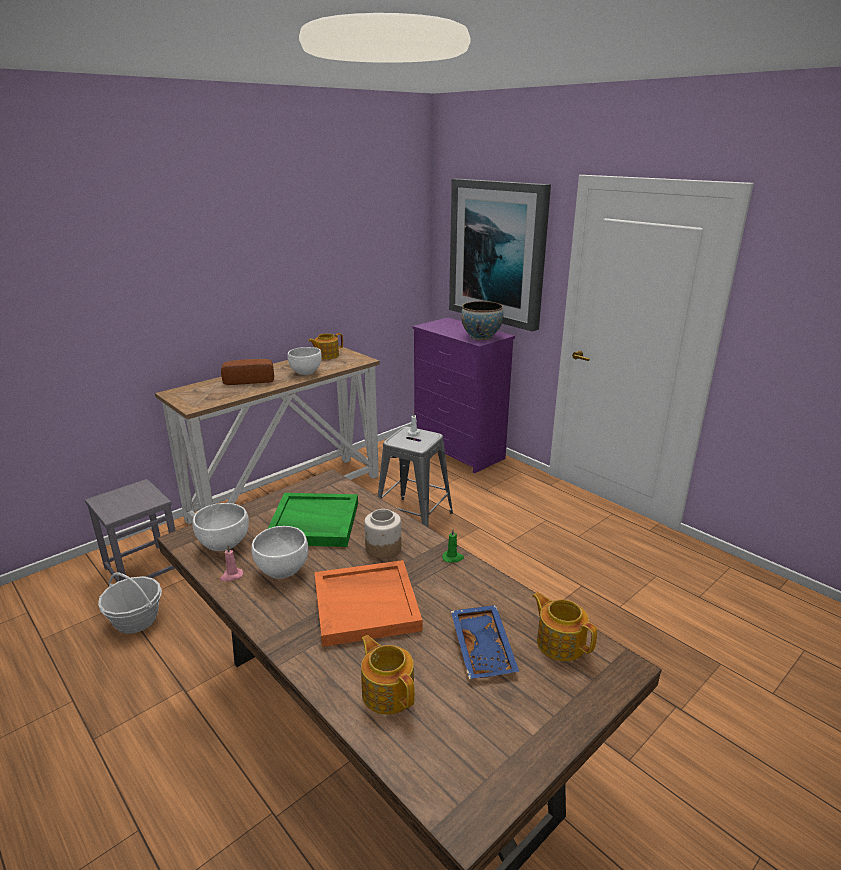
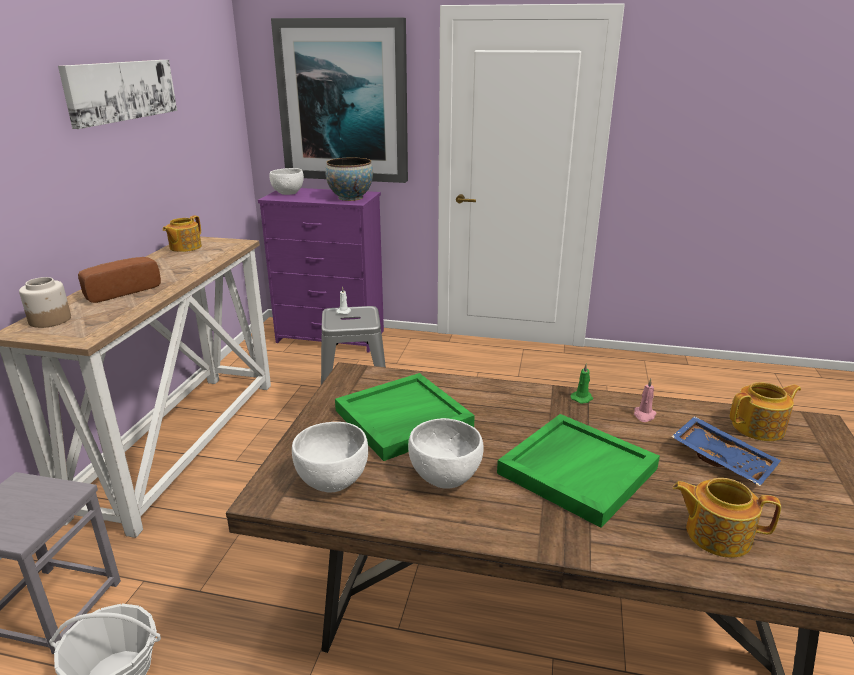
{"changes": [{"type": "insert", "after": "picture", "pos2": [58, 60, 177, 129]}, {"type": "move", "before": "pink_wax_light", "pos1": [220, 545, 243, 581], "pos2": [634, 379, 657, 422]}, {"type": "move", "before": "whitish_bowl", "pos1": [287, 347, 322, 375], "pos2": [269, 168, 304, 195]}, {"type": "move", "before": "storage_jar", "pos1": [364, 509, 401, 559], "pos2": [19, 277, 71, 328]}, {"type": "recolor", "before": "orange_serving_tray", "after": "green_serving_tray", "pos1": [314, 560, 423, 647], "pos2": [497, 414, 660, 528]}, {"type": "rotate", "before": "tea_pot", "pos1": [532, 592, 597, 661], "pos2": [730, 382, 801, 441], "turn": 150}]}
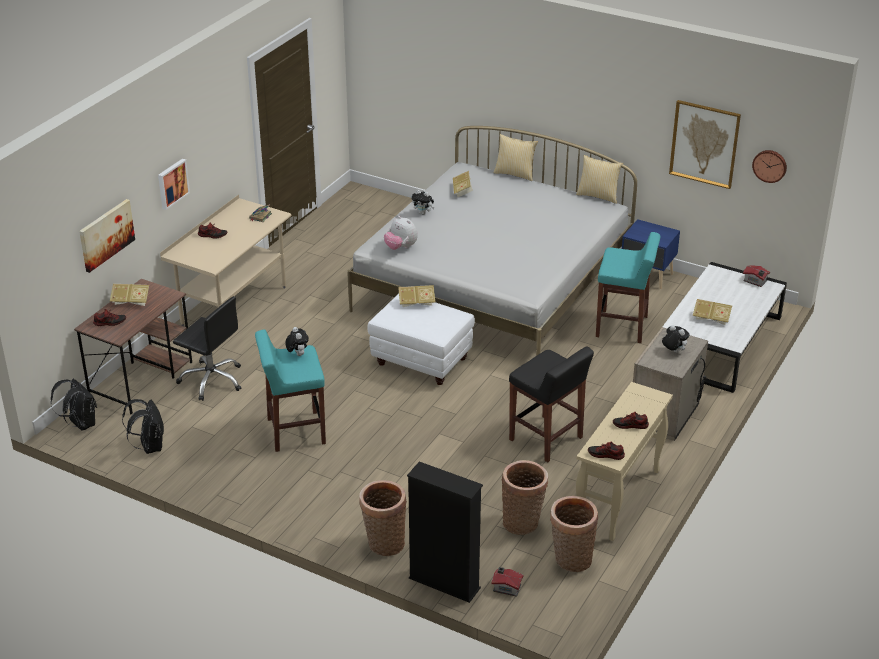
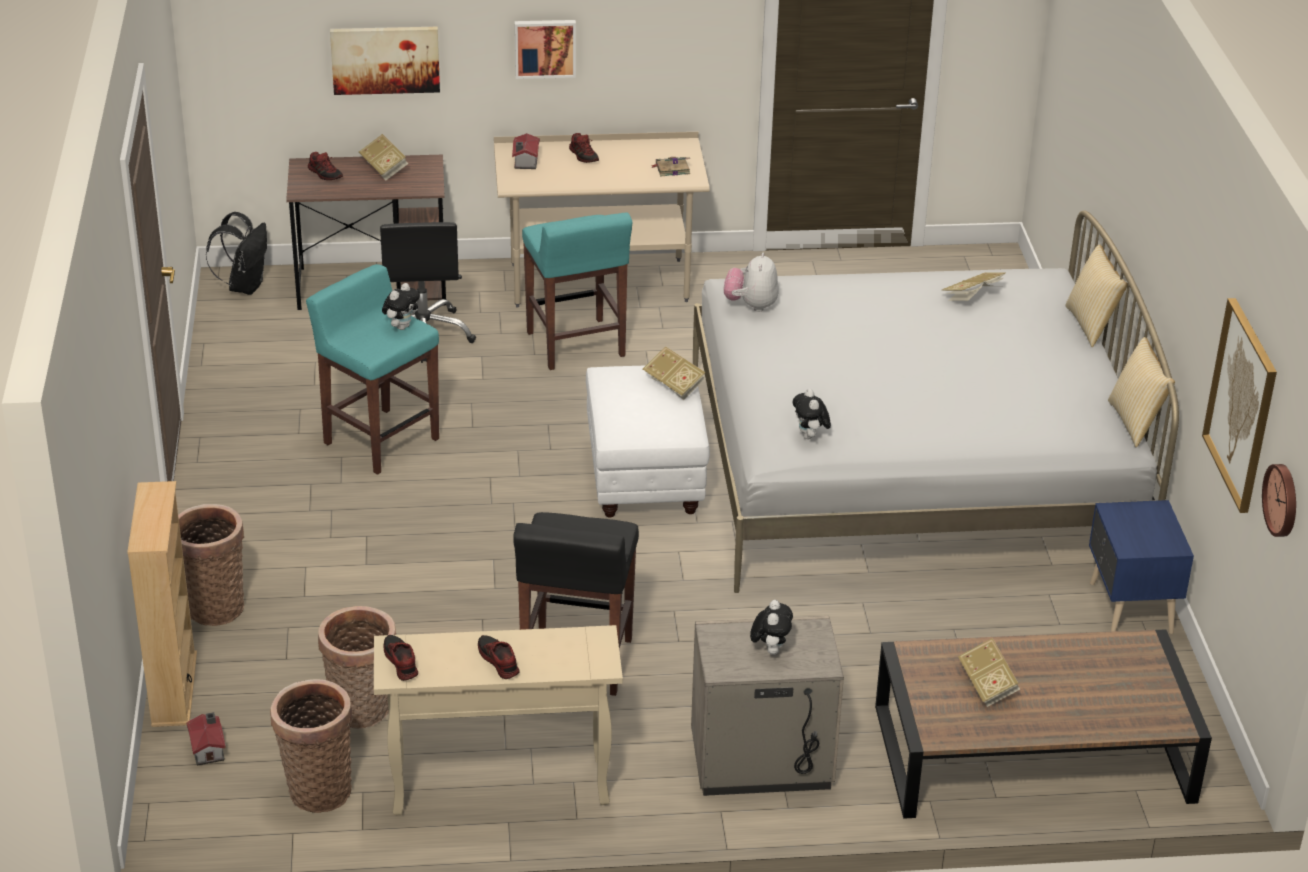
{"changes": [{"type": "delete", "before": "black-coloured_knapsack", "pos1": [122, 399, 164, 454]}, {"type": "move", "before": "soft_toy", "pos1": [411, 190, 434, 215], "pos2": [793, 389, 831, 439]}, {"type": "move", "before": "blue-green_sitting_stool", "pos1": [596, 232, 660, 343], "pos2": [522, 213, 633, 370]}, {"type": "move", "before": "model_house", "pos1": [743, 265, 770, 287], "pos2": [512, 133, 540, 169]}, {"type": "recolor", "before": "black-coloured_bookshelf", "after": "beige-coloured_bookshelf", "pos1": [407, 462, 483, 603], "pos2": [127, 481, 197, 727]}, {"type": "recolor", "before": "whitish_coffee_table", "after": "brown-coloured_coffee_table", "pos1": [662, 262, 787, 393], "pos2": [875, 629, 1212, 819]}]}
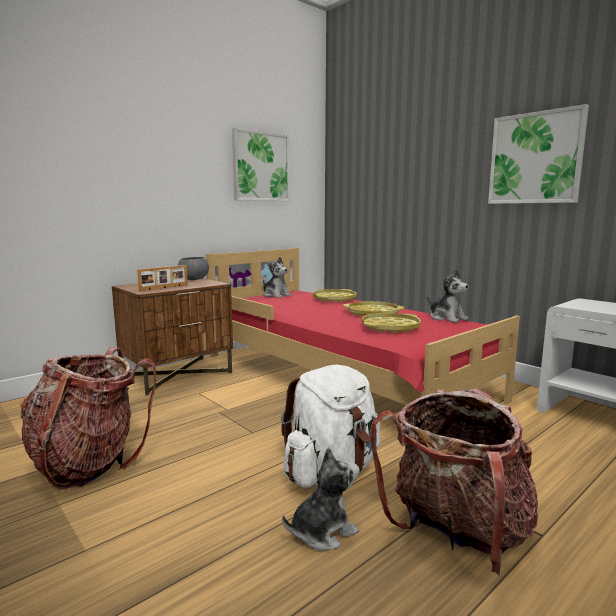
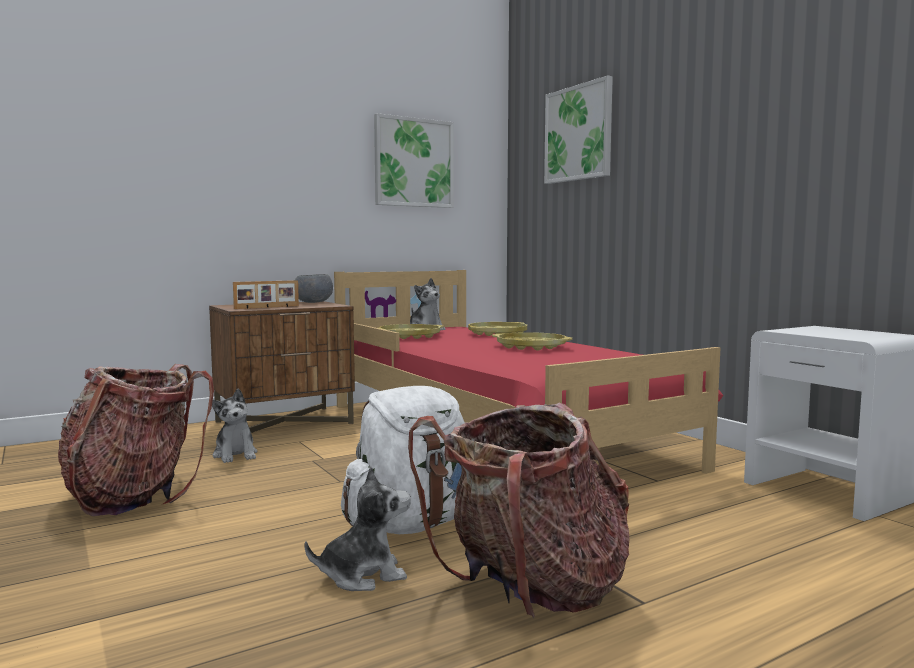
{"changes": [{"type": "move", "before": "yellowish_serving_tray", "pos1": [362, 313, 421, 334], "pos2": [379, 324, 444, 339]}, {"type": "move", "before": "soft_toy", "pos1": [427, 269, 469, 323], "pos2": [212, 388, 258, 463]}, {"type": "move", "before": "picture", "pos1": [488, 104, 589, 204], "pos2": [544, 75, 613, 184]}]}
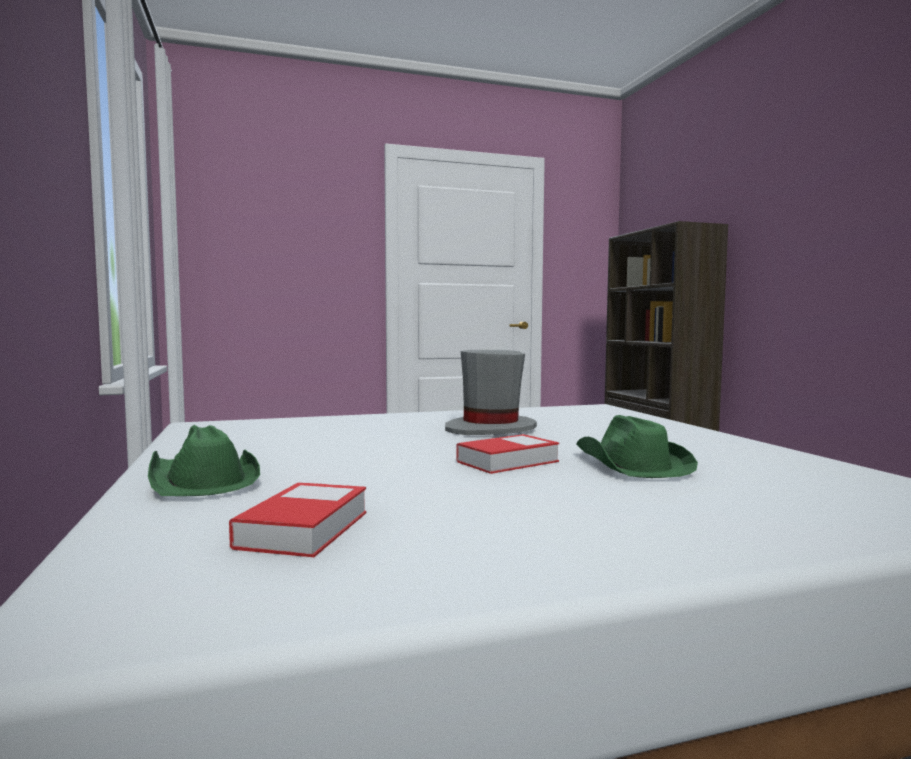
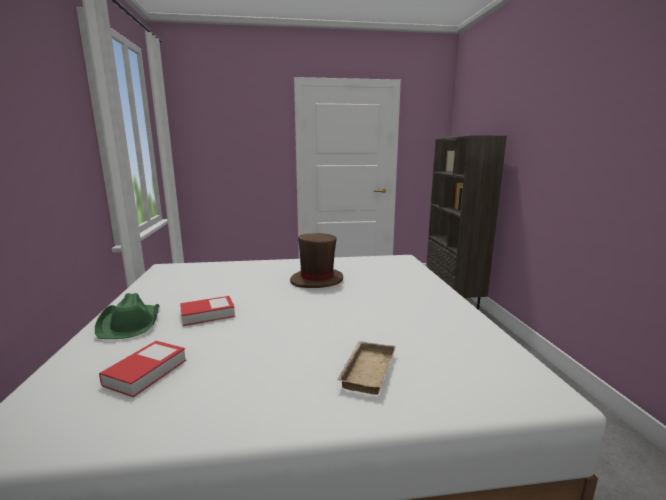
{"changes": [{"type": "delete", "before": "green_hat", "pos1": [576, 415, 698, 478]}, {"type": "insert", "after": "beige-coloured_serving_tray", "pos2": [337, 341, 396, 395]}, {"type": "move", "before": "book", "pos1": [457, 434, 559, 474], "pos2": [180, 296, 235, 326]}, {"type": "recolor", "before": "greyish_hat", "after": "brown-coloured_hat", "pos1": [445, 350, 537, 435], "pos2": [290, 233, 343, 288]}]}
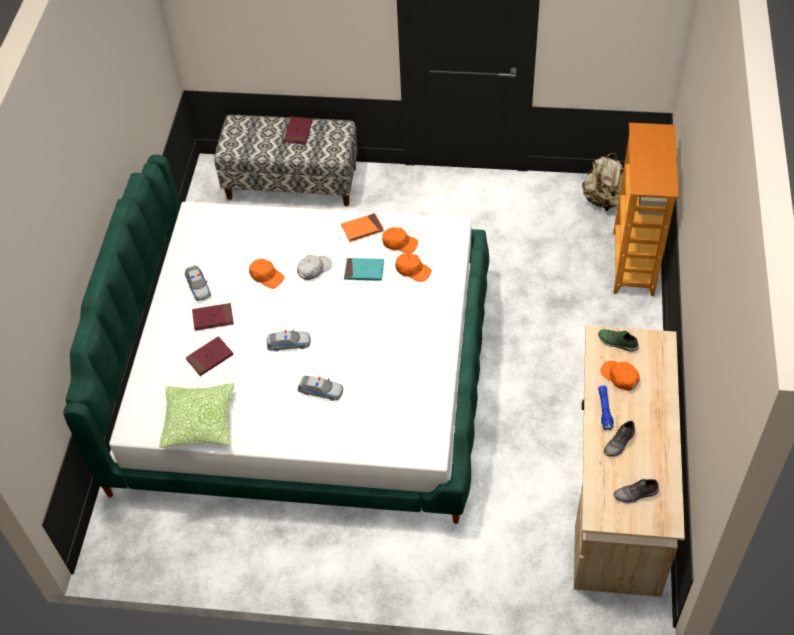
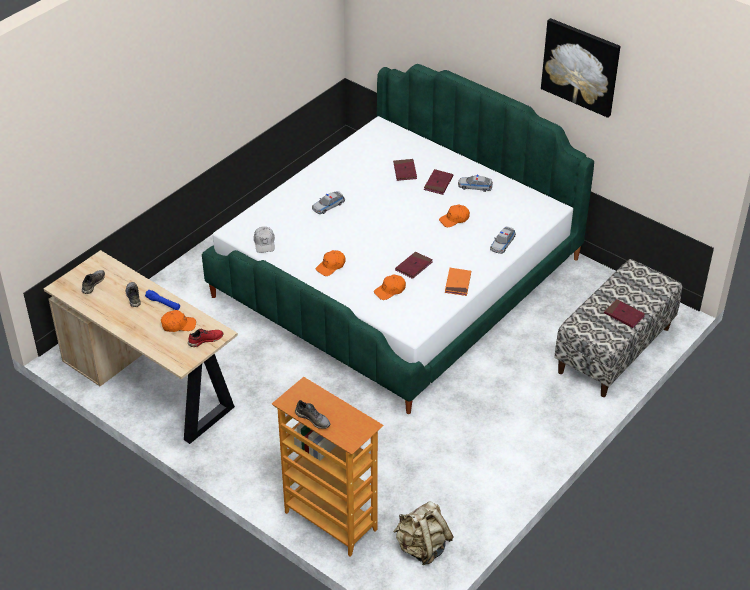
{"changes": [{"type": "delete", "before": "throw_pillow", "pos1": [159, 383, 234, 448]}, {"type": "insert", "after": "greyish_low_shoe", "pos2": [295, 400, 330, 429]}, {"type": "insert", "after": "picture", "pos2": [541, 18, 620, 118]}, {"type": "move", "before": "miniature_car", "pos1": [267, 329, 311, 351], "pos2": [490, 226, 516, 254]}, {"type": "move", "before": "whitish_baseball_cap", "pos1": [297, 255, 332, 280], "pos2": [254, 226, 275, 253]}, {"type": "move", "before": "orange_baseball_cap", "pos1": [382, 227, 418, 253], "pos2": [316, 250, 346, 276]}, {"type": "recolor", "before": "blue-green_book", "after": "red-coloured_book", "pos1": [344, 258, 384, 281], "pos2": [395, 252, 432, 279]}, {"type": "recolor", "before": "green_low_shoe", "after": "red-coloured_low_shoe", "pos1": [598, 329, 639, 352], "pos2": [188, 329, 223, 347]}]}
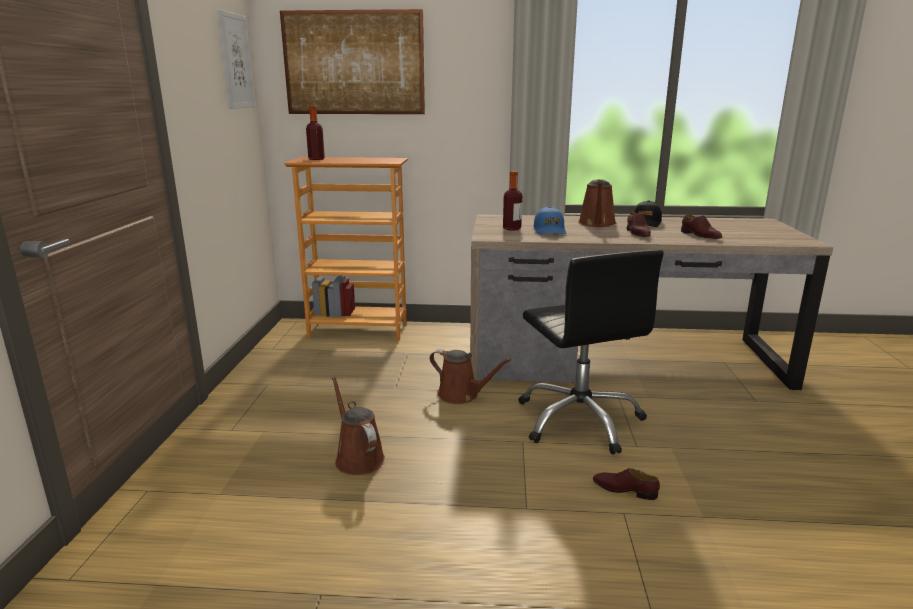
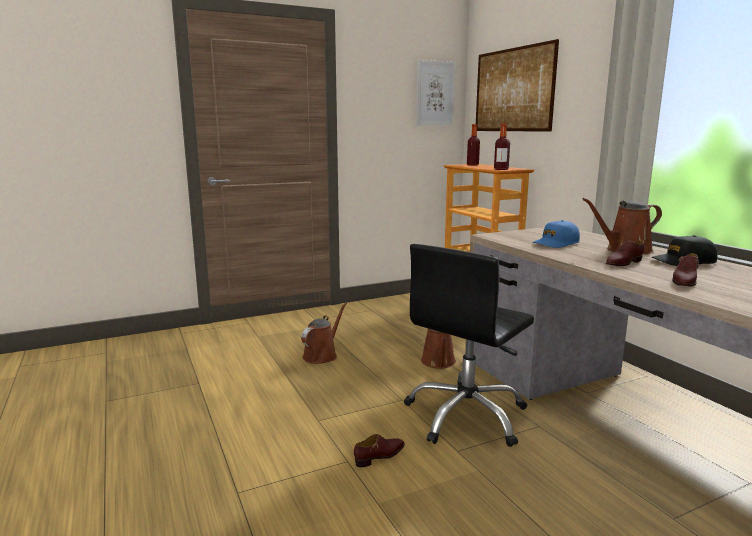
{"changes": [{"type": "move", "before": "drink_bottle", "pos1": [503, 171, 522, 231], "pos2": [494, 123, 510, 170]}, {"type": "rotate", "before": "brown-coloured_low_shoe", "pos1": [593, 468, 660, 500], "pos2": [354, 434, 405, 467], "turn": 60}]}
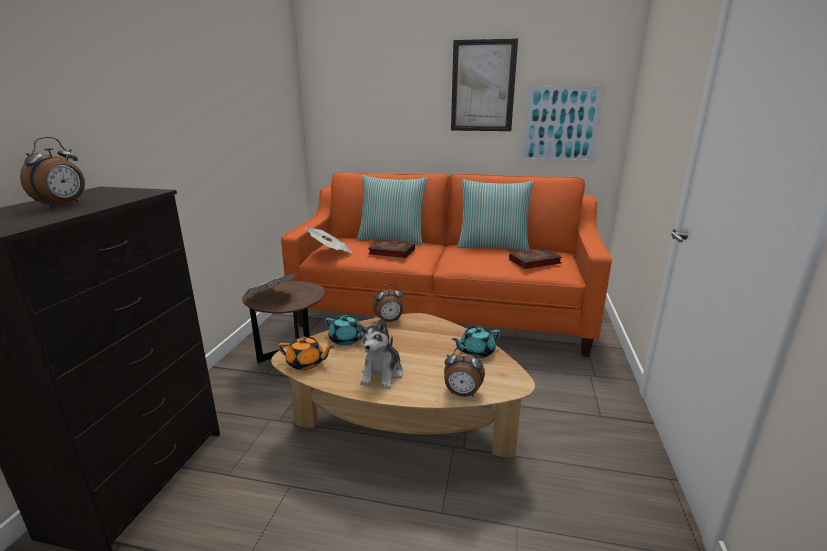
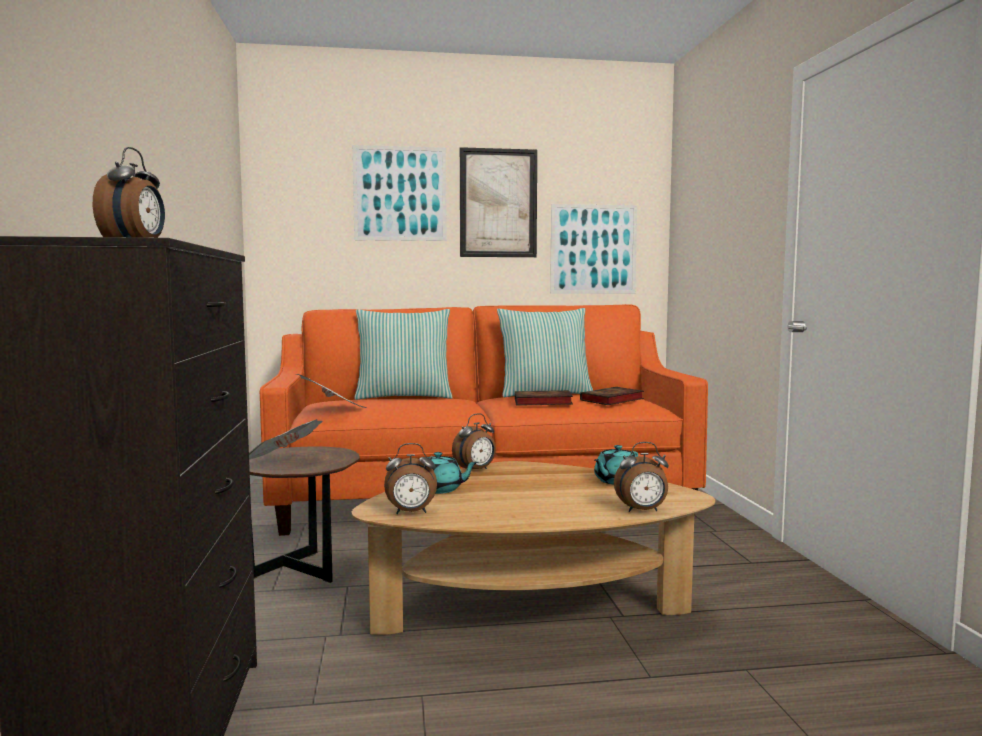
{"changes": [{"type": "delete", "before": "soft_toy", "pos1": [357, 319, 403, 389]}, {"type": "insert", "after": "picture", "pos2": [352, 145, 447, 241]}, {"type": "move", "before": "book", "pos1": [368, 241, 415, 258], "pos2": [515, 390, 573, 406]}, {"type": "replace", "before": "orange_tea_pot", "after": "alarm_clock", "pos1": [278, 337, 334, 370], "pos2": [384, 443, 437, 514]}]}
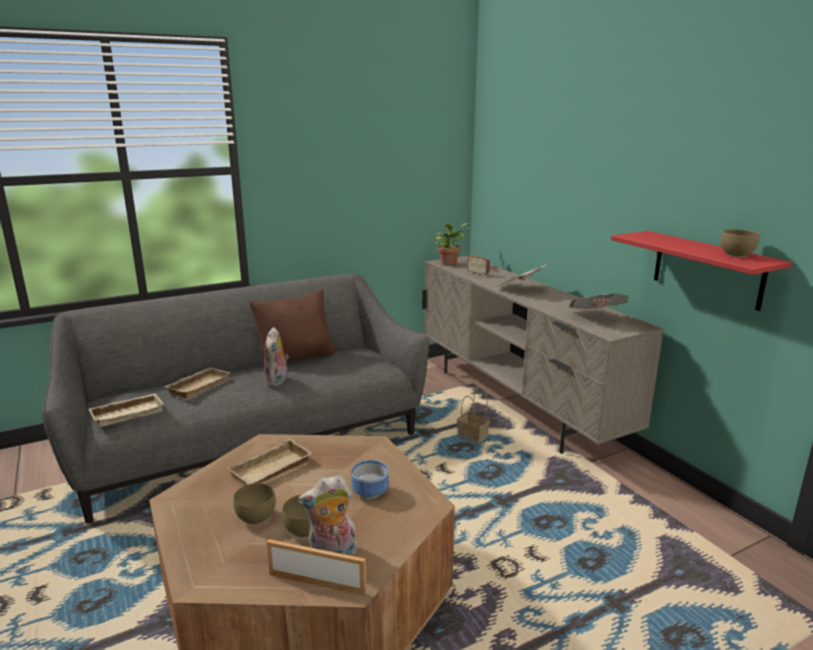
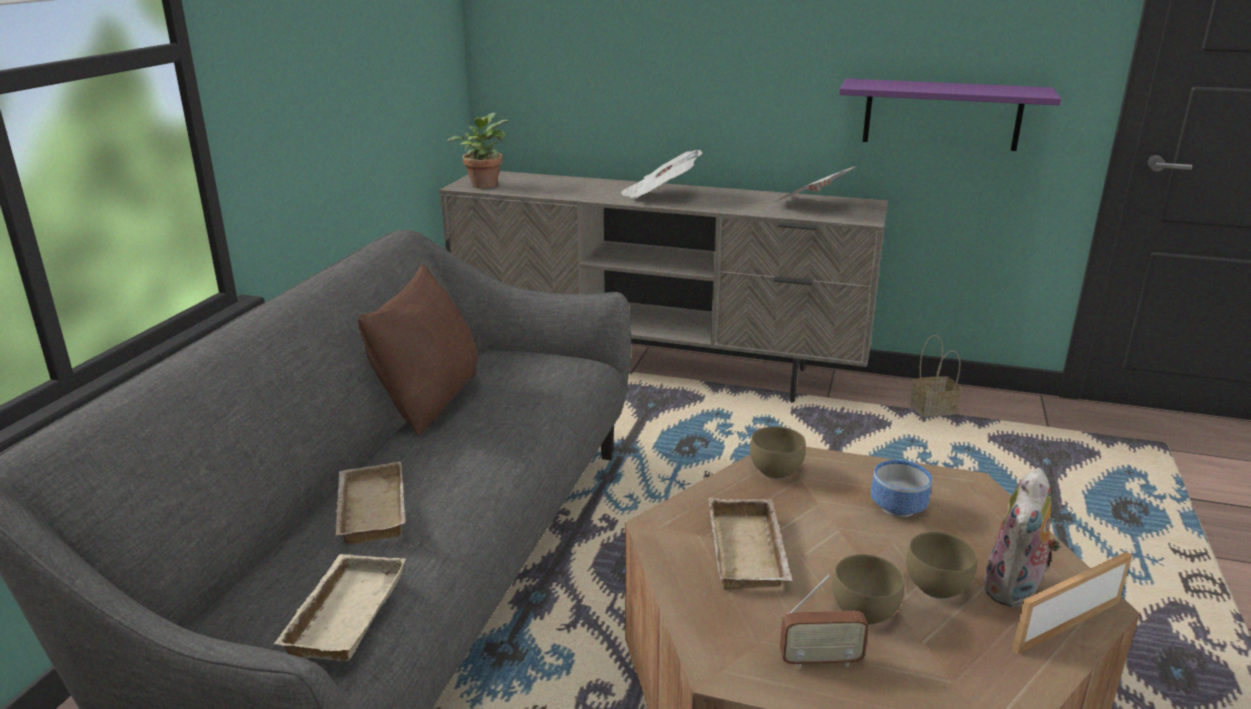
{"changes": [{"type": "delete", "before": "soft_toy", "pos1": [264, 327, 289, 387]}, {"type": "move", "before": "household_basket", "pos1": [457, 386, 490, 443], "pos2": [910, 335, 962, 417]}, {"type": "move", "before": "radio_set", "pos1": [467, 244, 490, 276], "pos2": [780, 575, 869, 669]}, {"type": "move", "before": "brown-coloured_bowl", "pos1": [720, 229, 760, 257], "pos2": [750, 426, 806, 479]}, {"type": "recolor", "before": "red-coloured_bracket_shelf", "after": "purple-coloured_bracket_shelf", "pos1": [611, 231, 792, 311], "pos2": [839, 78, 1061, 151]}]}
